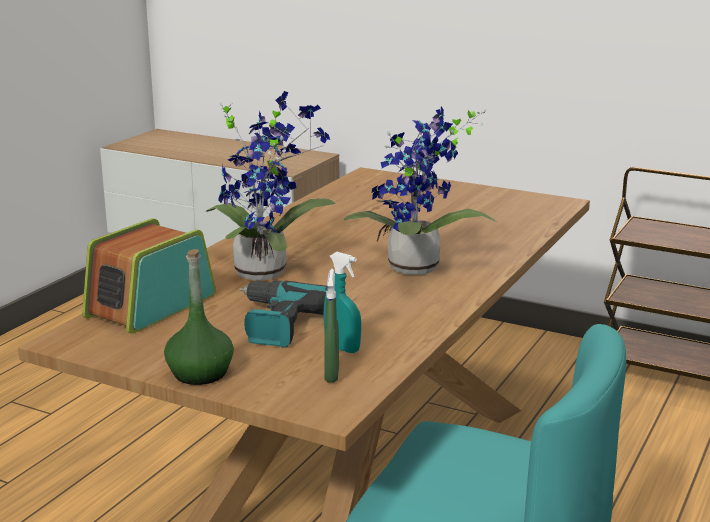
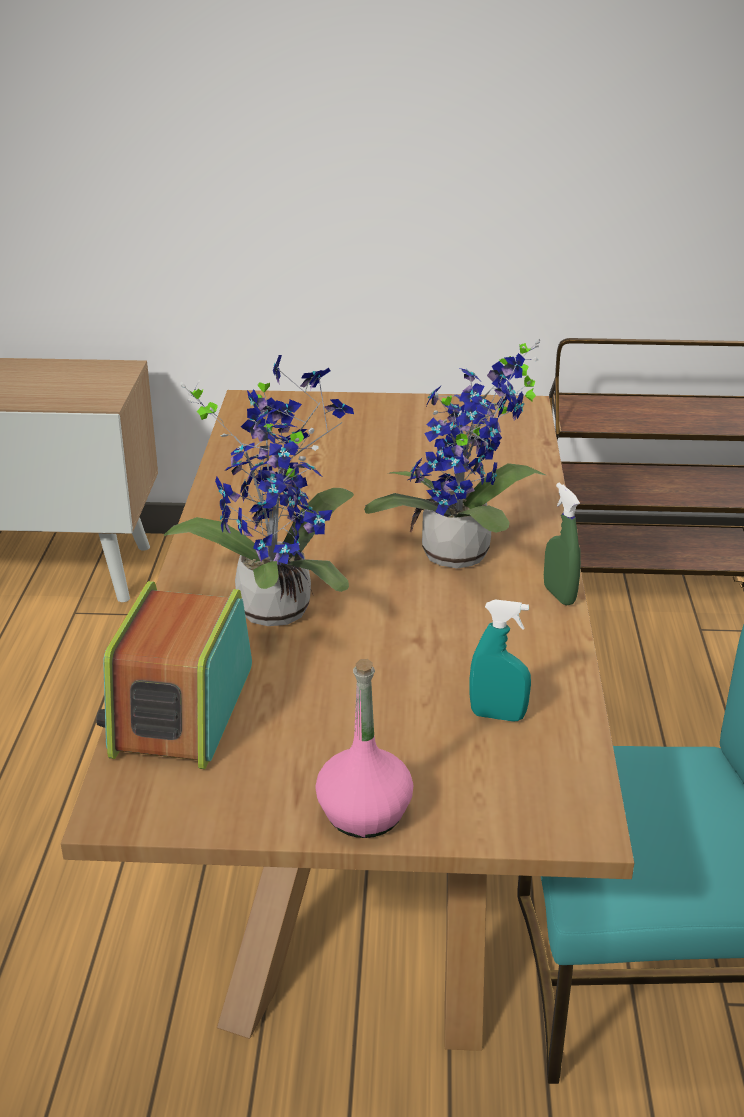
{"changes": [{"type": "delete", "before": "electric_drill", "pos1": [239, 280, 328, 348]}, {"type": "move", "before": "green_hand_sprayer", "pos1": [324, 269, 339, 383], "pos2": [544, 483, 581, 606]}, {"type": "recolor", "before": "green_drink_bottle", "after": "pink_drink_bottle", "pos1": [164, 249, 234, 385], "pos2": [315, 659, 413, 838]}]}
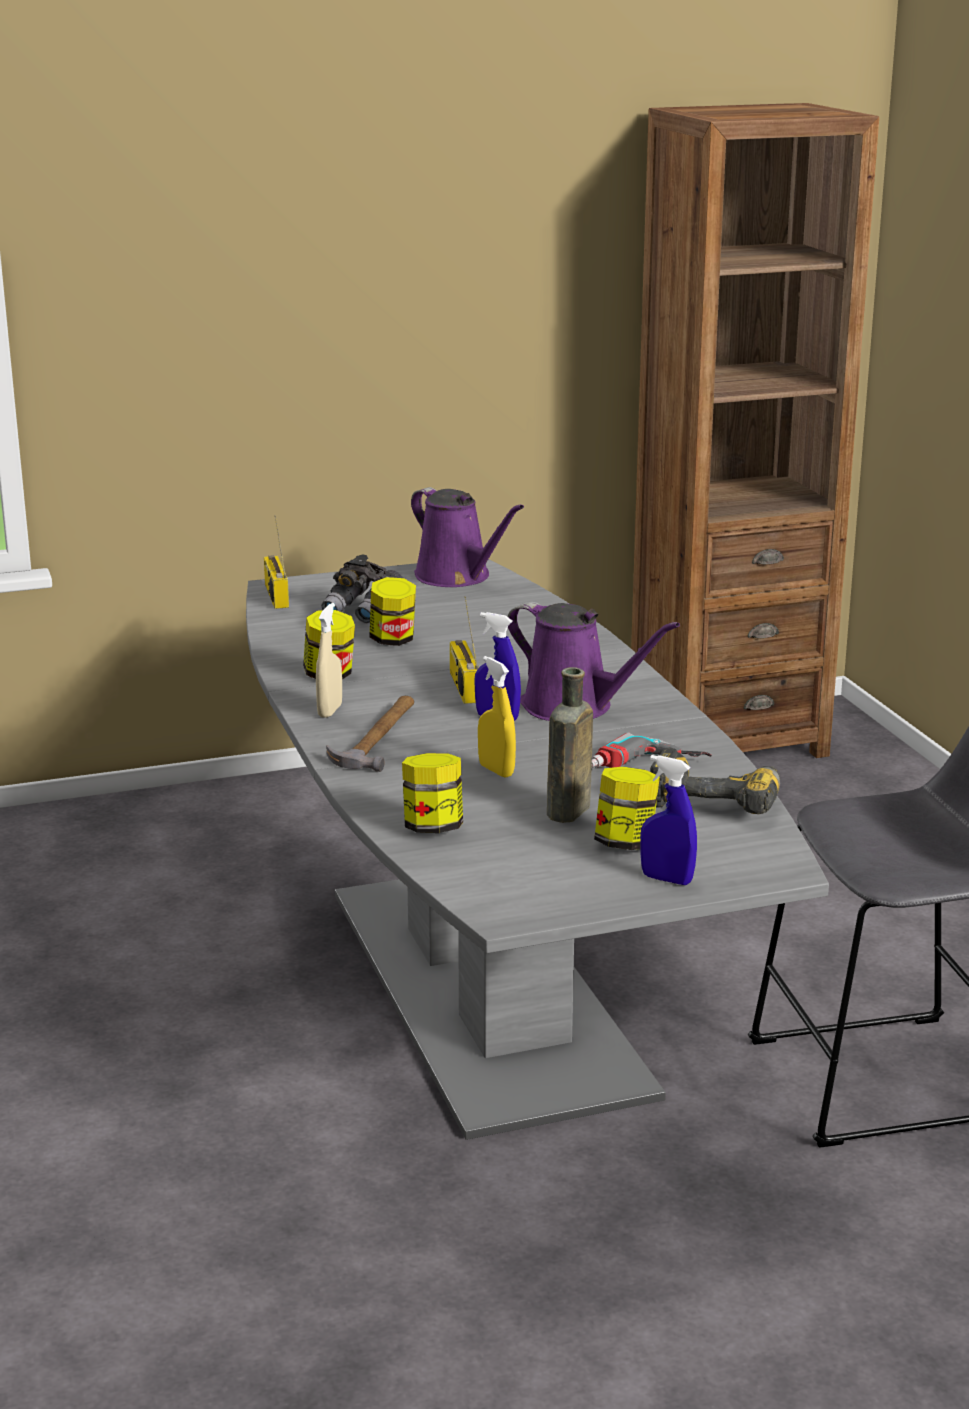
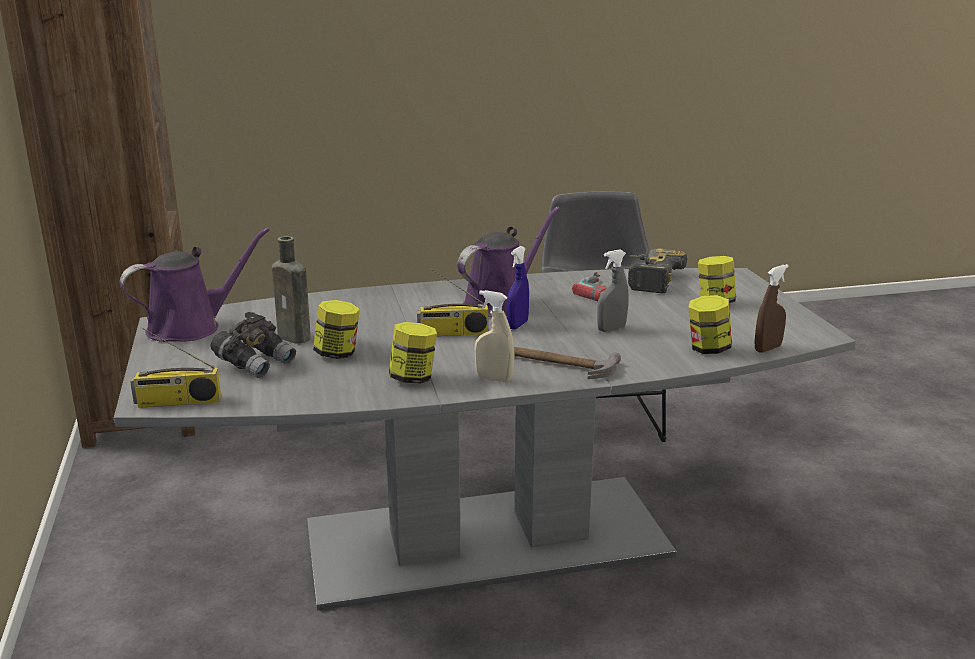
{"changes": [{"type": "delete", "before": "blue-coloured_hand_sprayer", "pos1": [641, 755, 697, 885]}, {"type": "insert", "after": "brown-coloured_hand_sprayer", "pos2": [755, 264, 789, 353]}, {"type": "move", "before": "brown-coloured_drink_bottle", "pos1": [547, 667, 593, 823], "pos2": [272, 236, 311, 344]}, {"type": "recolor", "before": "yellowish_hand_sprayer", "after": "greyish_hand_sprayer", "pos1": [478, 656, 516, 778], "pos2": [597, 249, 629, 332]}]}
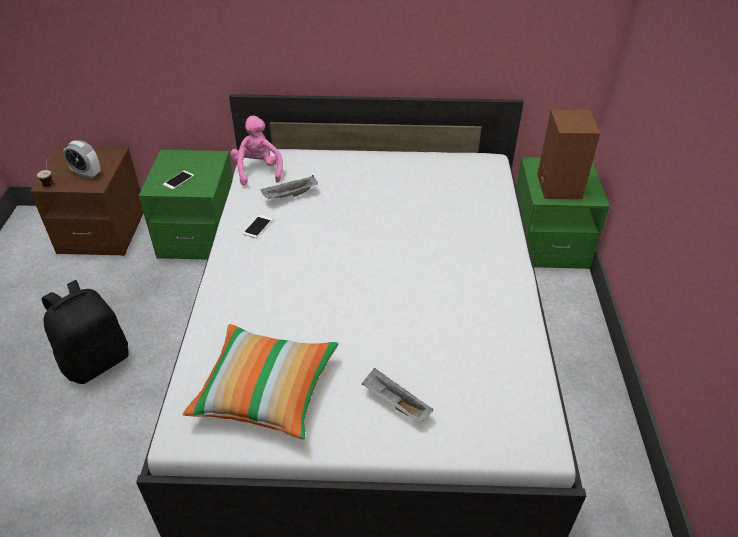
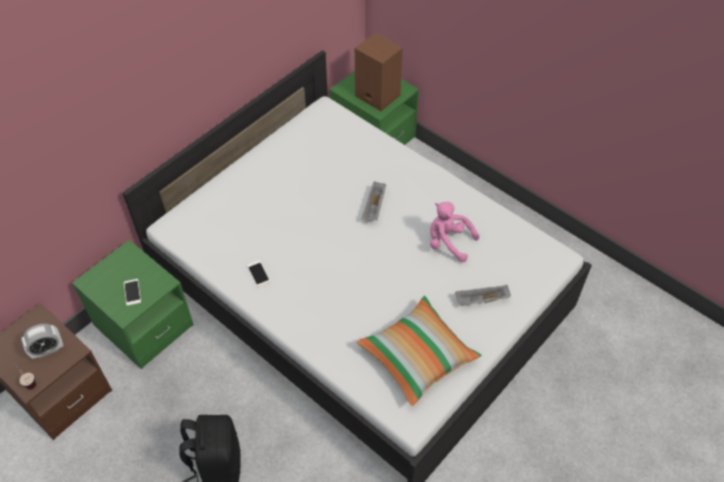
{"changes": [{"type": "move", "before": "pink_soft_toy", "pos1": [230, 116, 283, 185], "pos2": [430, 202, 480, 262]}, {"type": "move", "before": "greyish_serving_tray", "pos1": [260, 175, 318, 199], "pos2": [362, 181, 386, 221]}]}
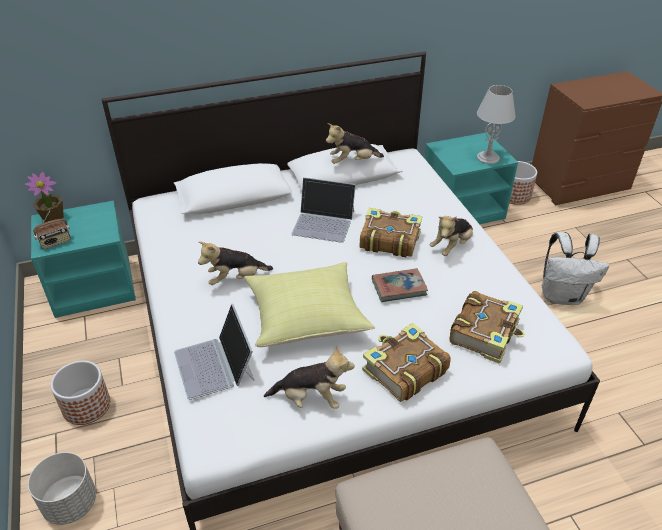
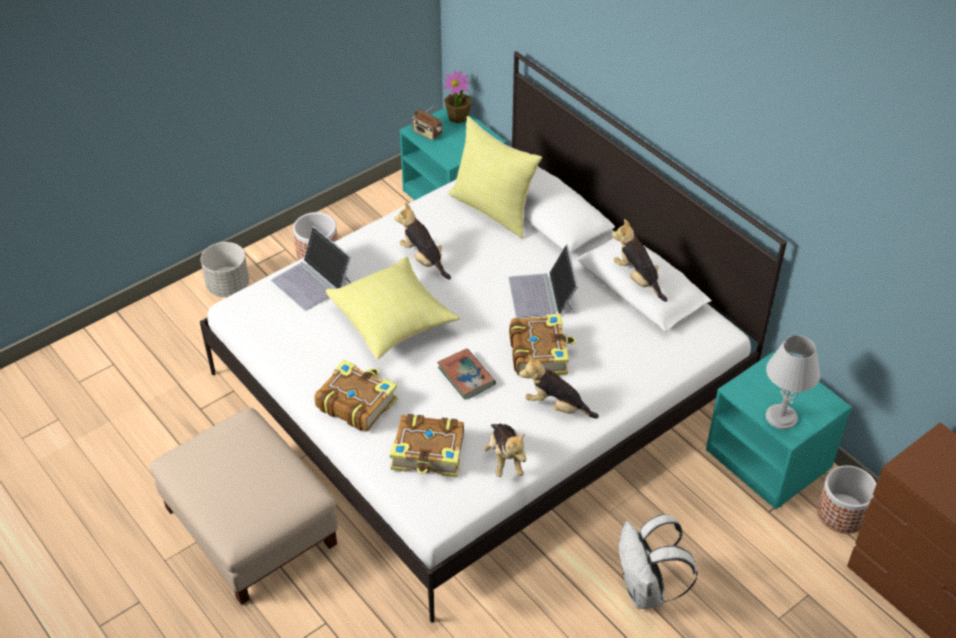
{"changes": [{"type": "insert", "after": "yellowish_throw_pillow", "pos2": [448, 116, 542, 238]}, {"type": "move", "before": "soft_toy", "pos1": [264, 345, 355, 409], "pos2": [483, 424, 526, 477]}, {"type": "rotate", "before": "portable_computer", "pos1": [174, 304, 254, 400], "pos2": [271, 226, 351, 311], "turn": -90}]}
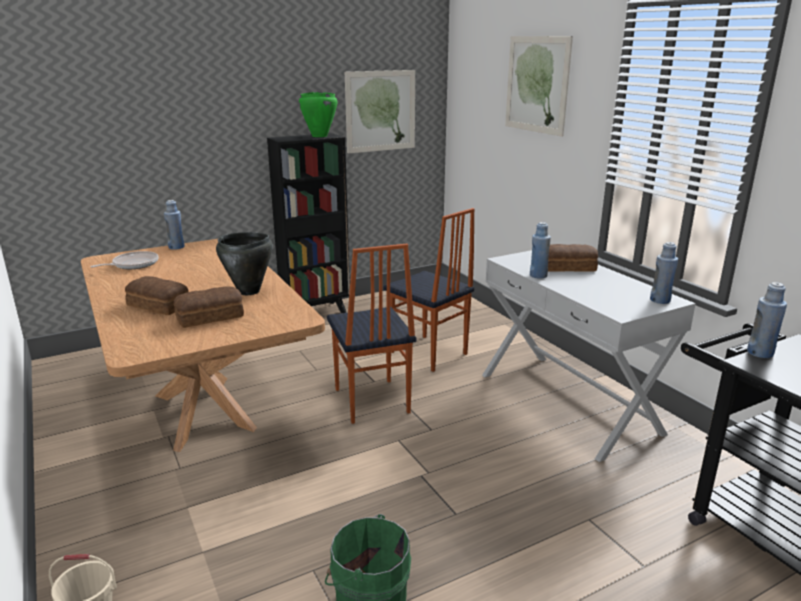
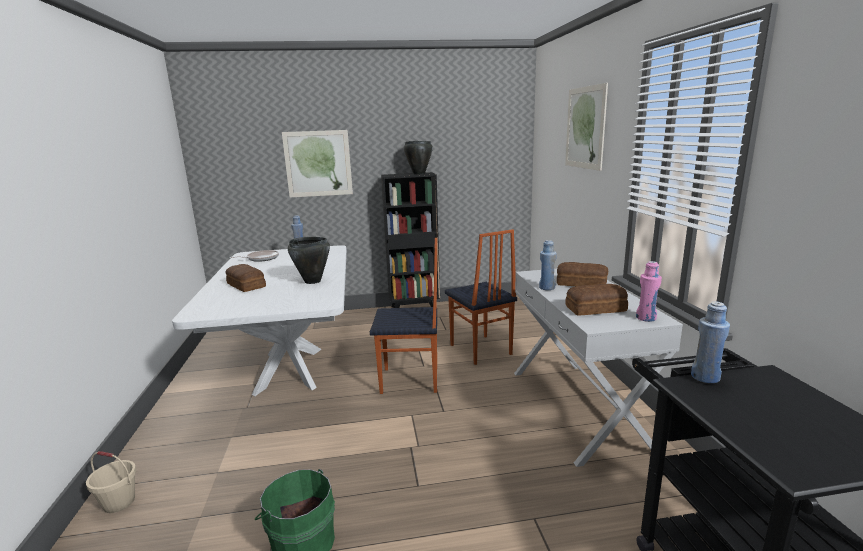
{"changes": [{"type": "move", "before": "baked_bread", "pos1": [173, 286, 244, 328], "pos2": [565, 284, 628, 316]}, {"type": "move", "before": "picture", "pos1": [345, 70, 415, 153], "pos2": [282, 130, 353, 197]}, {"type": "recolor", "before": "brown-coloured_dinner_table", "after": "whitish_dinner_table", "pos1": [81, 239, 325, 452], "pos2": [172, 245, 347, 396]}, {"type": "recolor", "before": "green_saucepot", "after": "black-coloured_saucepot", "pos1": [299, 92, 337, 137], "pos2": [404, 141, 433, 174]}, {"type": "recolor", "before": "blue-coloured_drink_bottle", "after": "pink_drink_bottle", "pos1": [650, 242, 678, 304], "pos2": [636, 261, 662, 322]}, {"type": "rotate", "before": "upright_chair", "pos1": [327, 244, 417, 424], "pos2": [370, 238, 437, 394], "turn": -90}]}
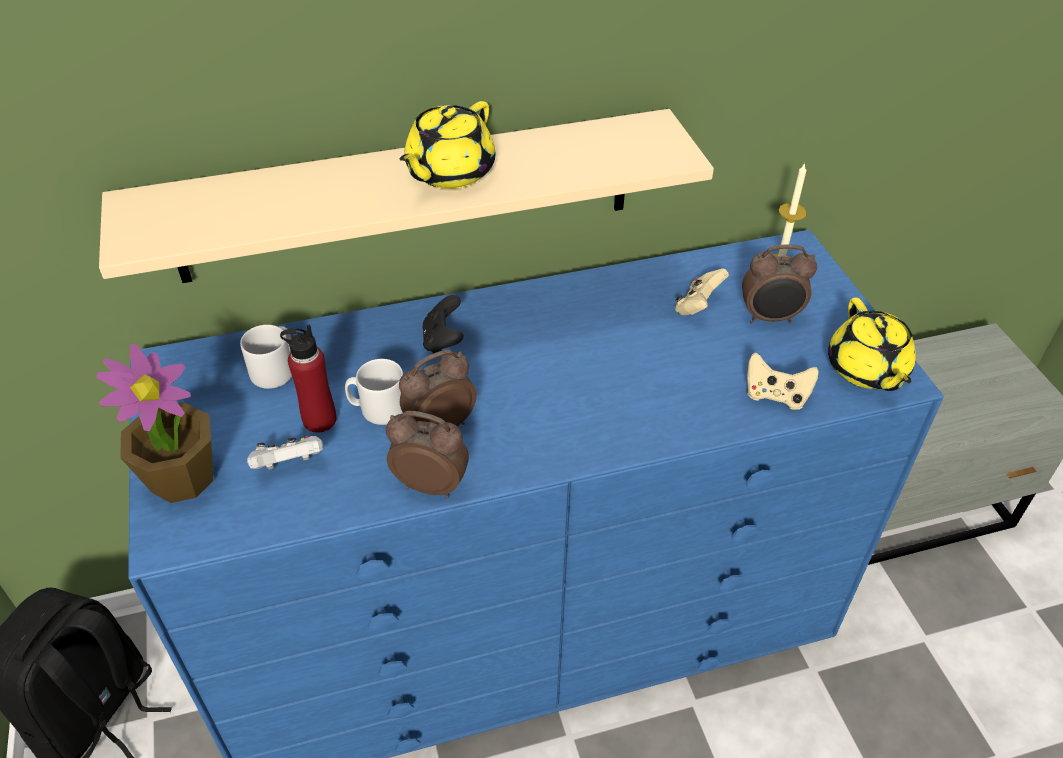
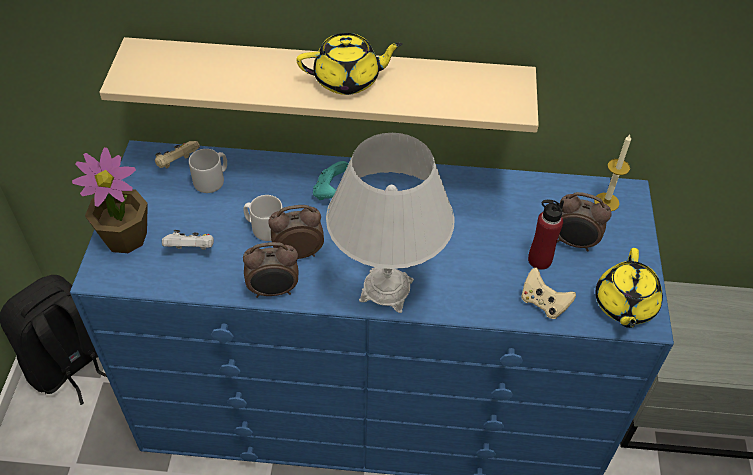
{"changes": [{"type": "insert", "after": "whitish_table_lamp", "pos2": [326, 133, 455, 313]}, {"type": "move", "before": "red-coloured_drink_bottle", "pos1": [280, 325, 336, 433], "pos2": [528, 200, 564, 270]}, {"type": "move", "before": "beige-coloured_game_controller", "pos1": [675, 268, 729, 315], "pos2": [155, 141, 200, 168]}, {"type": "recolor", "before": "black-coloured_game_controller", "after": "blue-green_game_controller", "pos1": [422, 295, 464, 353], "pos2": [313, 161, 348, 200]}, {"type": "rotate", "before": "alarm_clock", "pos1": [386, 411, 469, 498], "pos2": [243, 242, 298, 298], "turn": 135}, {"type": "rotate", "before": "yellowish_tea_pot", "pos1": [399, 101, 496, 189], "pos2": [296, 33, 403, 95], "turn": -150}]}
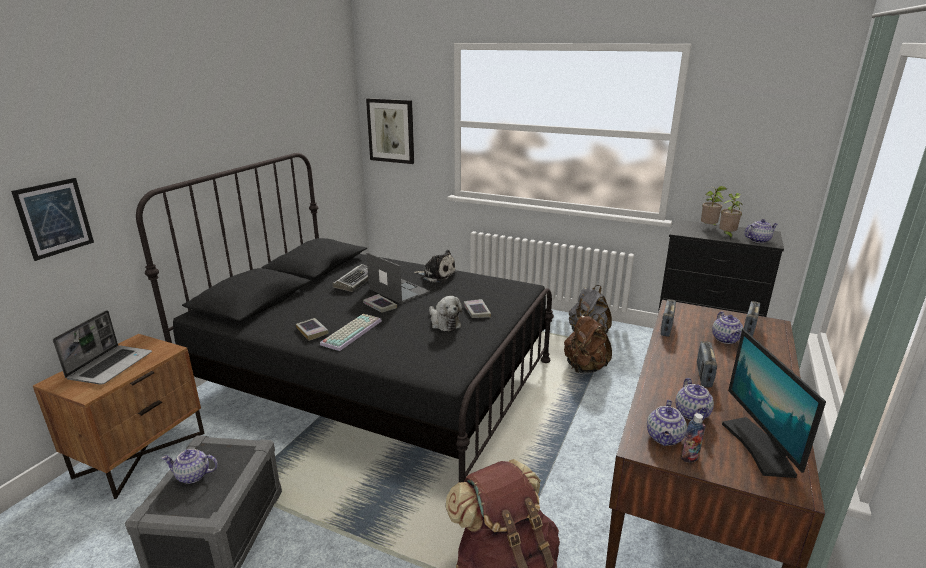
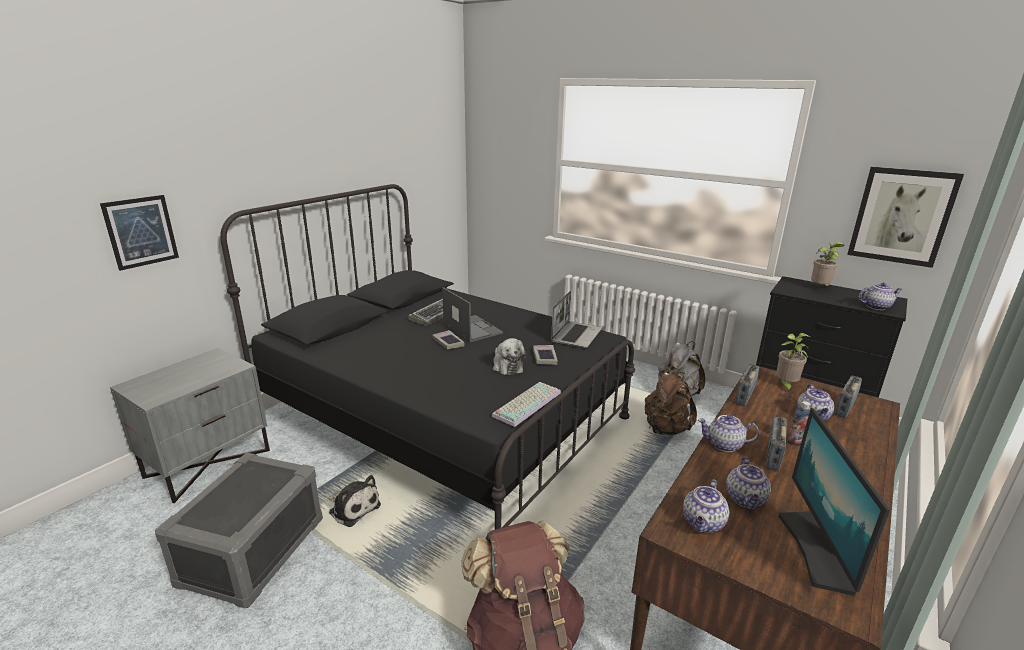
{"changes": [{"type": "delete", "before": "book", "pos1": [296, 318, 329, 341]}, {"type": "move", "before": "portable_computer", "pos1": [53, 310, 152, 385], "pos2": [551, 290, 602, 348]}, {"type": "move", "before": "tea_pot", "pos1": [162, 449, 218, 484], "pos2": [698, 414, 759, 452]}, {"type": "move", "before": "PC_keyboard", "pos1": [320, 314, 382, 351], "pos2": [492, 382, 561, 427]}, {"type": "move", "before": "picture", "pos1": [366, 98, 414, 164], "pos2": [847, 167, 964, 268]}, {"type": "move", "before": "soft_toy", "pos1": [414, 250, 457, 282], "pos2": [329, 475, 381, 527]}, {"type": "move", "before": "drink_bottle", "pos1": [681, 413, 706, 462], "pos2": [787, 401, 811, 446]}, {"type": "move", "before": "plant_in_a_pot", "pos1": [719, 193, 742, 239], "pos2": [776, 333, 810, 393]}, {"type": "recolor", "before": "brown-coloured_nightstand", "after": "greyish_nightstand", "pos1": [33, 334, 205, 499], "pos2": [110, 348, 270, 503]}]}
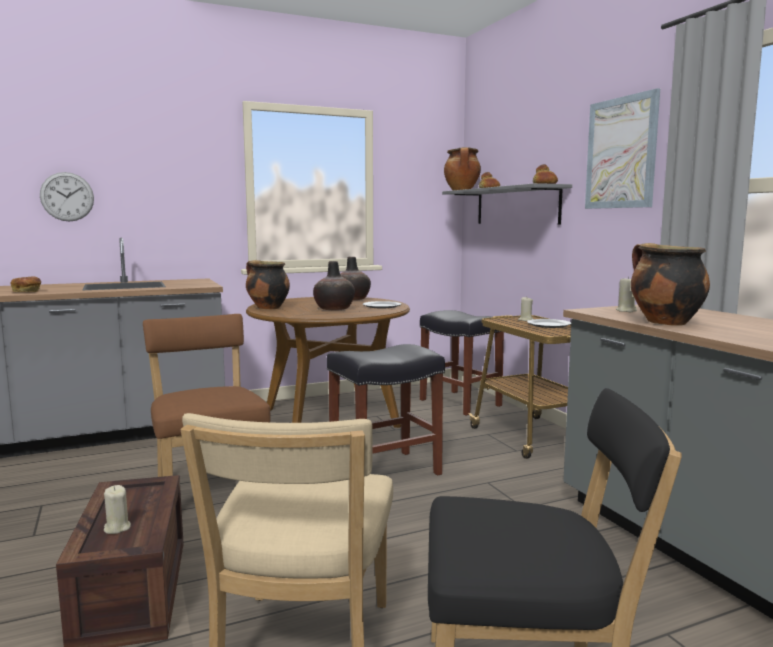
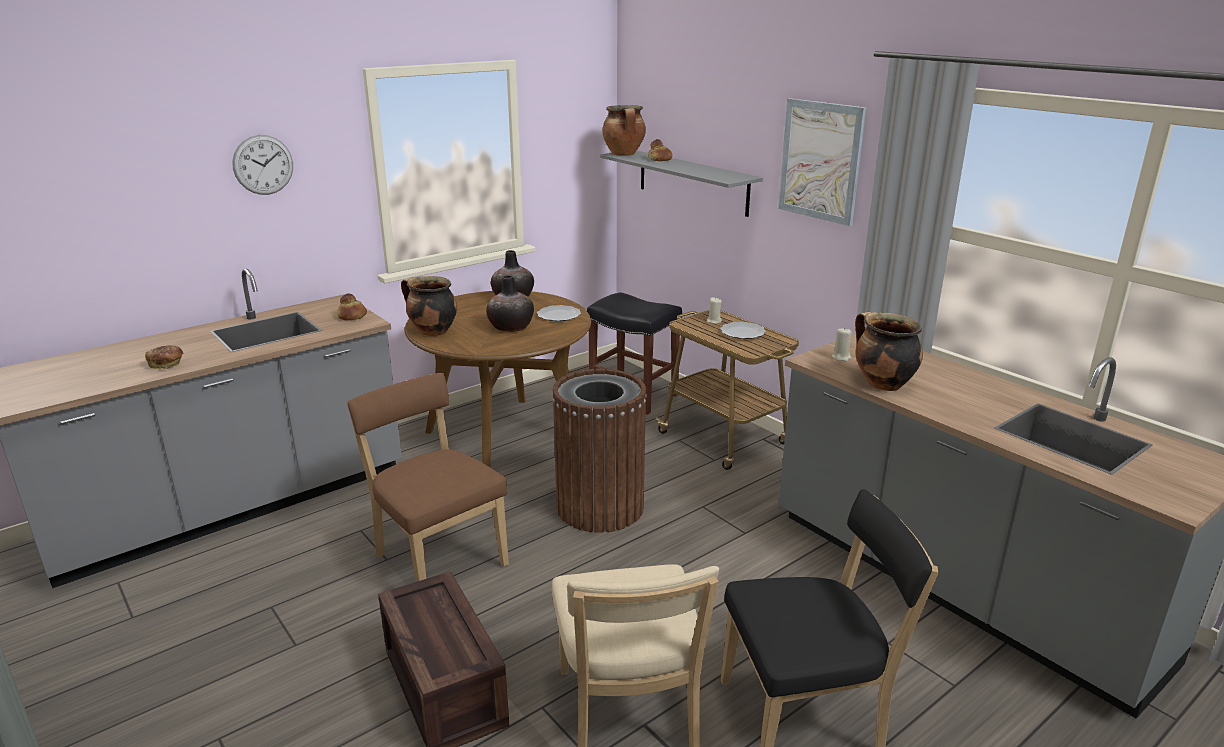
{"changes": [{"type": "delete", "before": "beige-coloured_wax_light", "pos1": [104, 485, 131, 534]}, {"type": "move", "before": "hanging_clock", "pos1": [40, 172, 94, 222], "pos2": [232, 135, 293, 195]}, {"type": "move", "before": "baked_bread", "pos1": [533, 164, 558, 184], "pos2": [337, 293, 367, 320]}, {"type": "replace", "before": "black-coloured_sitting_stool", "after": "brown-coloured_rubbish_bin", "pos1": [326, 344, 445, 476], "pos2": [552, 369, 647, 533]}]}
